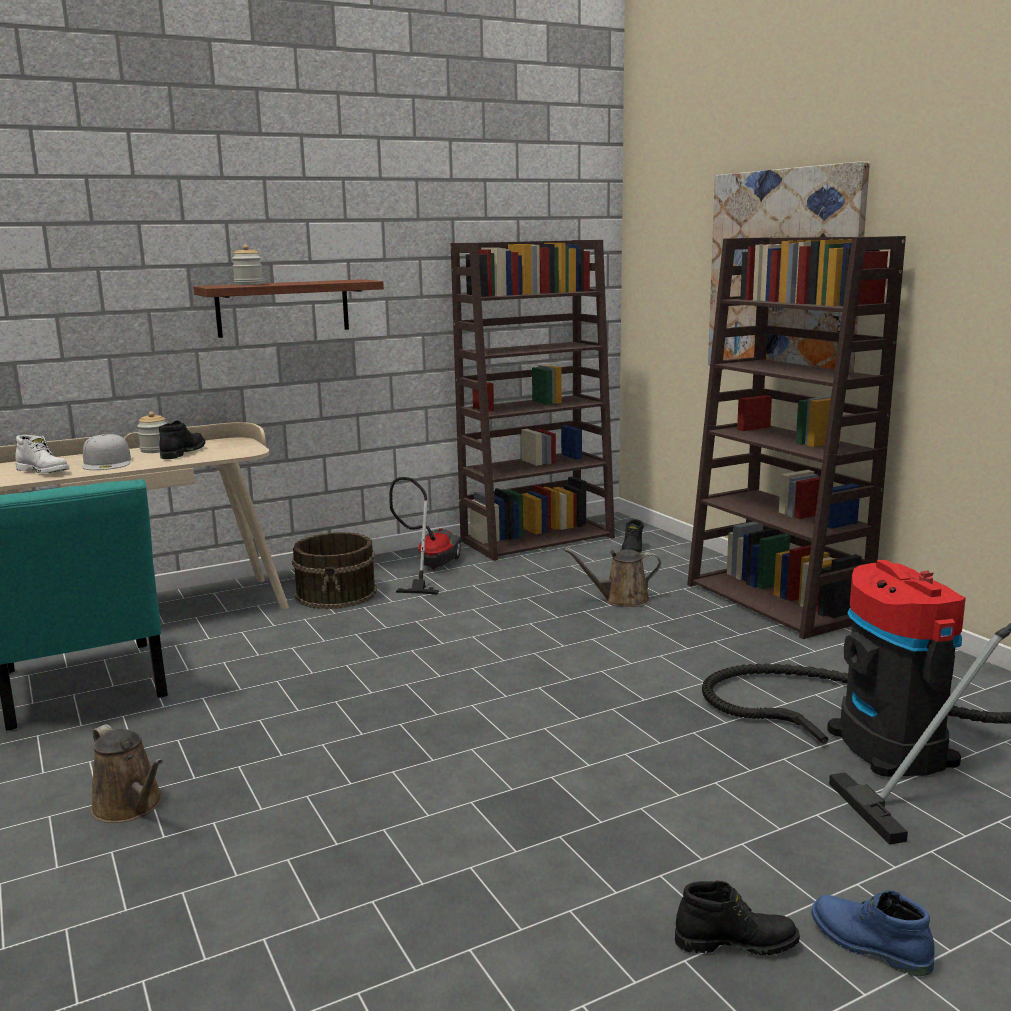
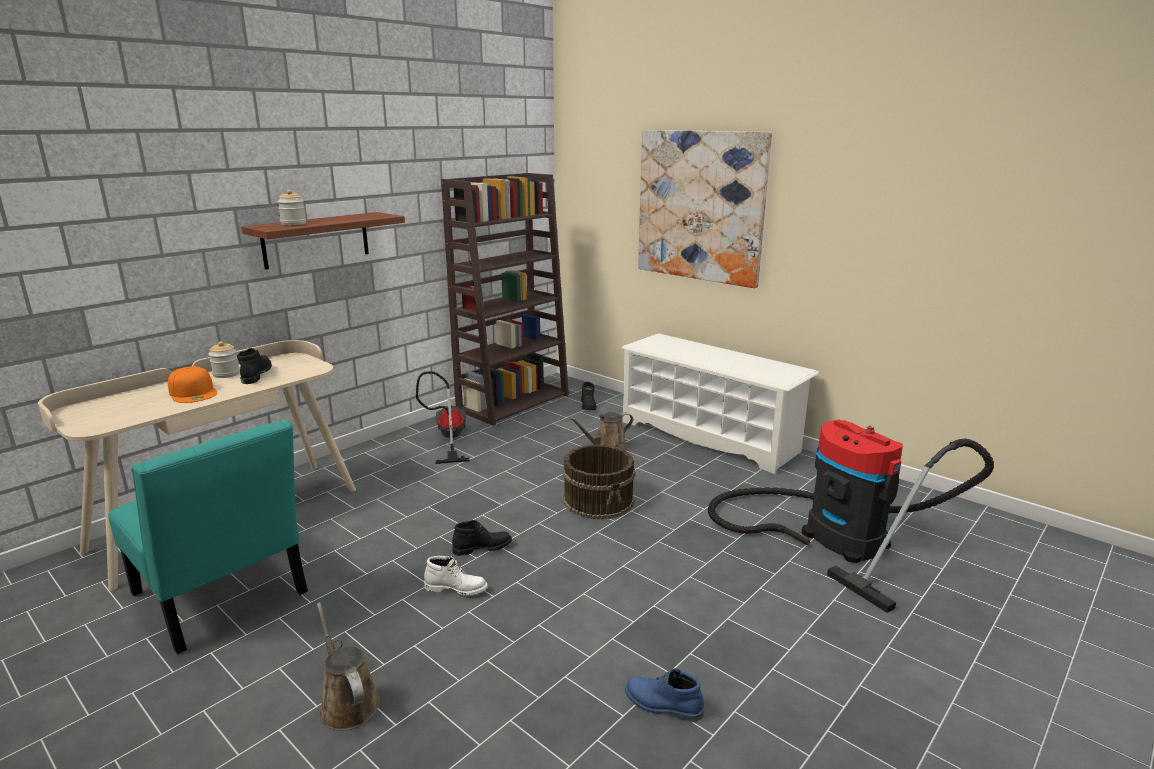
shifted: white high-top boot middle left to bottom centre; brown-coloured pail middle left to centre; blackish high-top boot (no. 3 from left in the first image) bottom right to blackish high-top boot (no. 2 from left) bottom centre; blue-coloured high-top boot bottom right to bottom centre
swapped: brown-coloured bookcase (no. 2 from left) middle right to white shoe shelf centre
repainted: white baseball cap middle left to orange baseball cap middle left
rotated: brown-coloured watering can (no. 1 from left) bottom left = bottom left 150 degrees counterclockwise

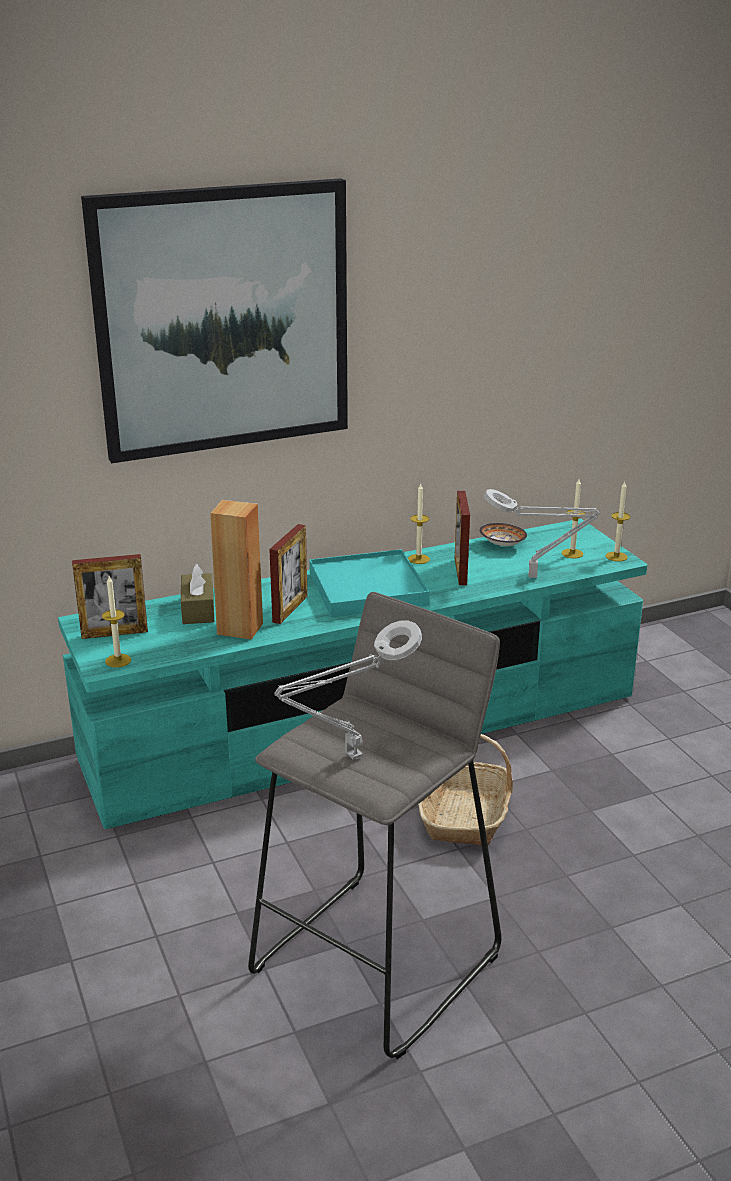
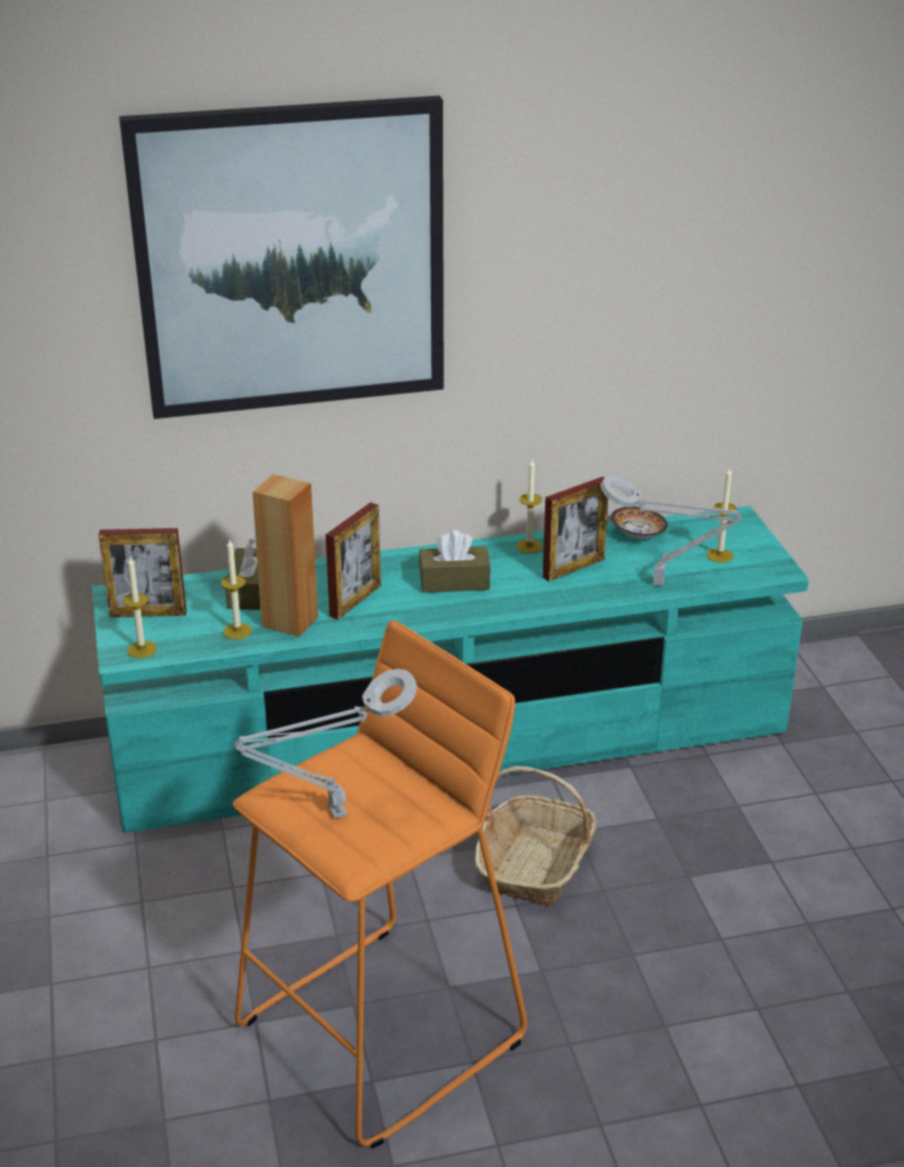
shifted: wax candle (no. 4 from left in the first image) middle right to wax candle (no. 2 from left) middle left
swapped: blue-green tray centre to brown-coloured tissue holder (no. 2 from left) centre
repainted: grey stool seat bottom centre to orange stool seat bottom centre
rotated: picture frame (no. 3 from left) centre = centre 135 degrees counterclockwise

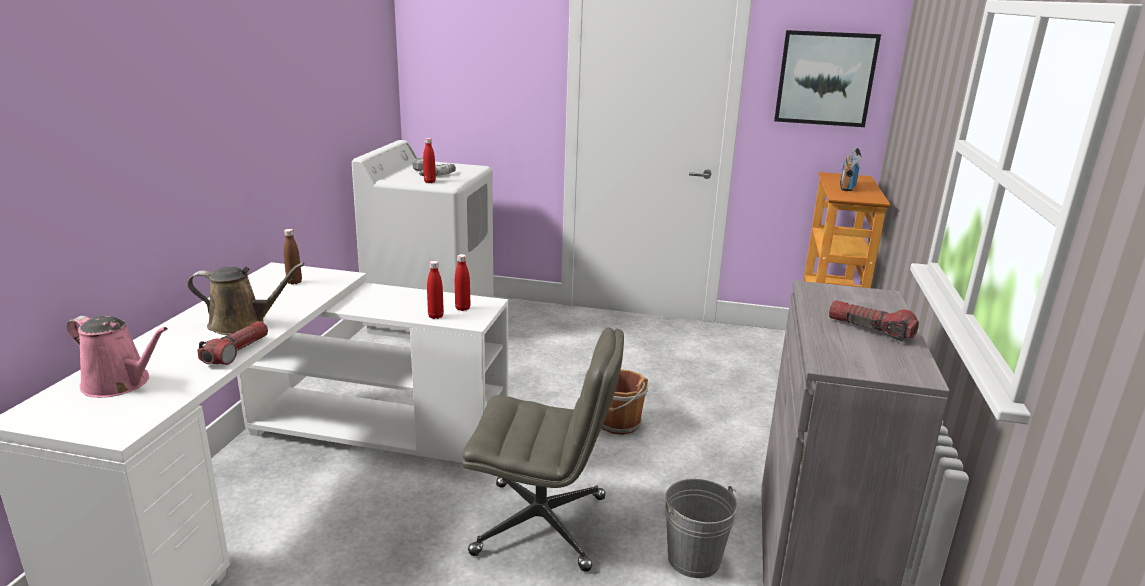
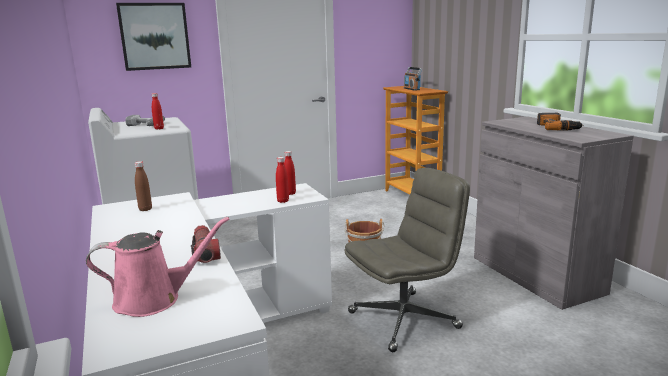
gone: brown-coloured watering can middle left; grey pail bottom centre
shifted: picture top right to top left
swapped: hand torch (no. 2 from left) middle right to power drill (no. 2 from left) top right

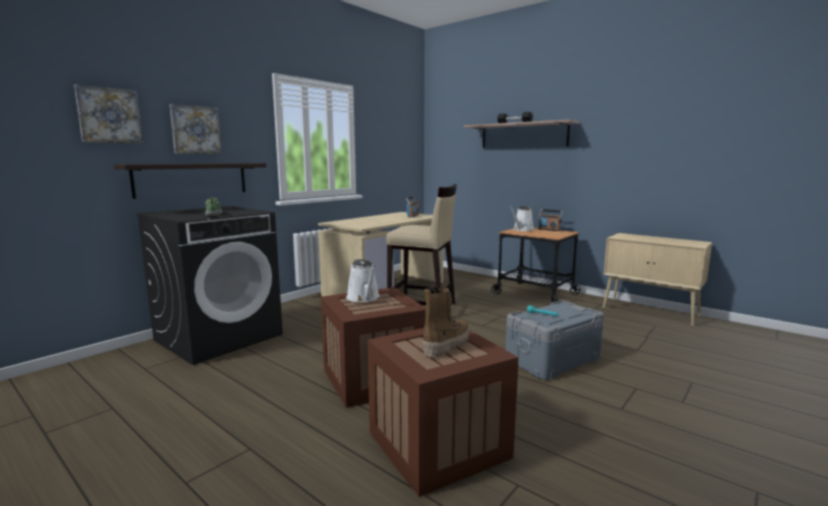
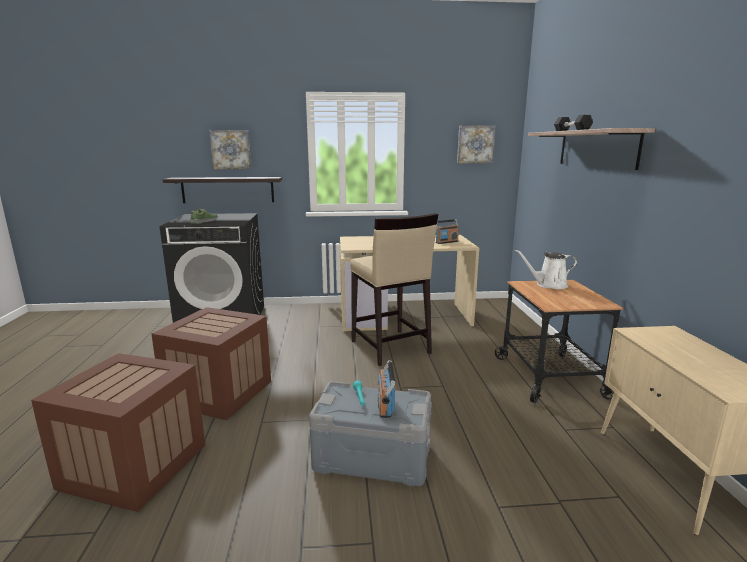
gone: white watering can (no. 1 from left) centre; high-top boot centre
shifted: picture (no. 1 from left in the first image) top left to picture (no. 2 from left) top centre; radio (no. 2 from left in the first image) centre to radio (no. 1 from left) bottom centre

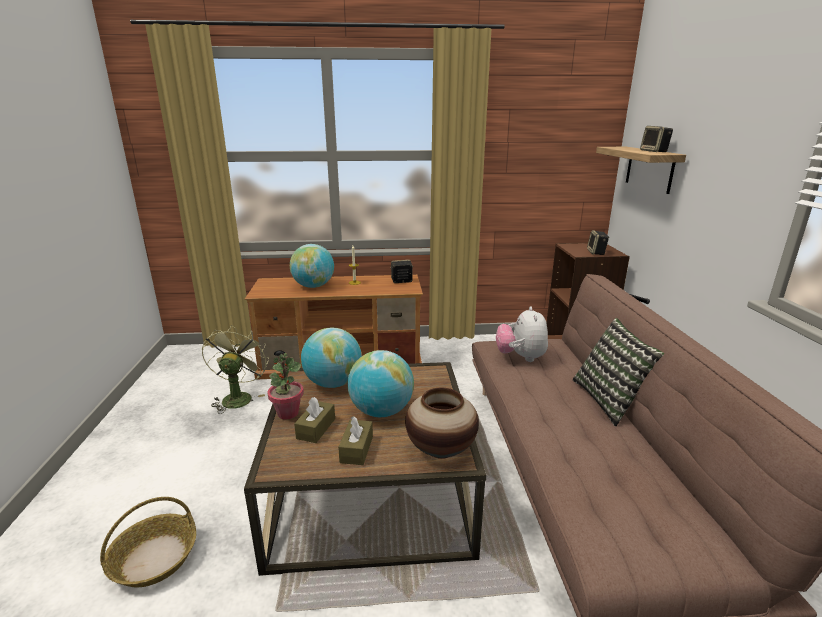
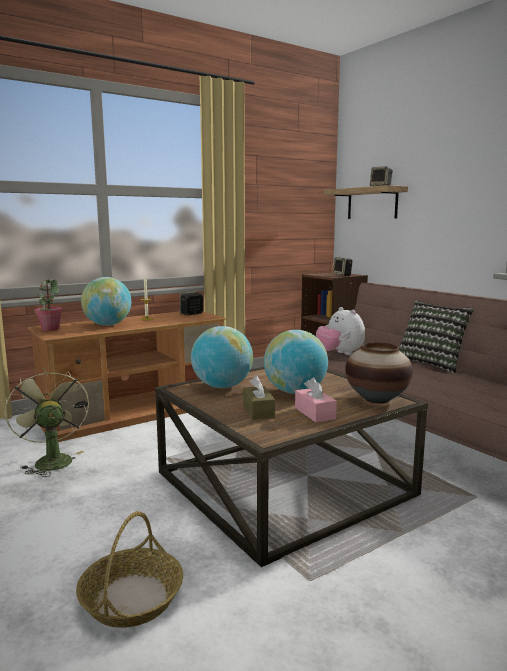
shifted: plant in a pot centre to middle left
repainted: brown-coloured tissue holder (no. 2 from left) bottom centre to pinkish tissue holder centre

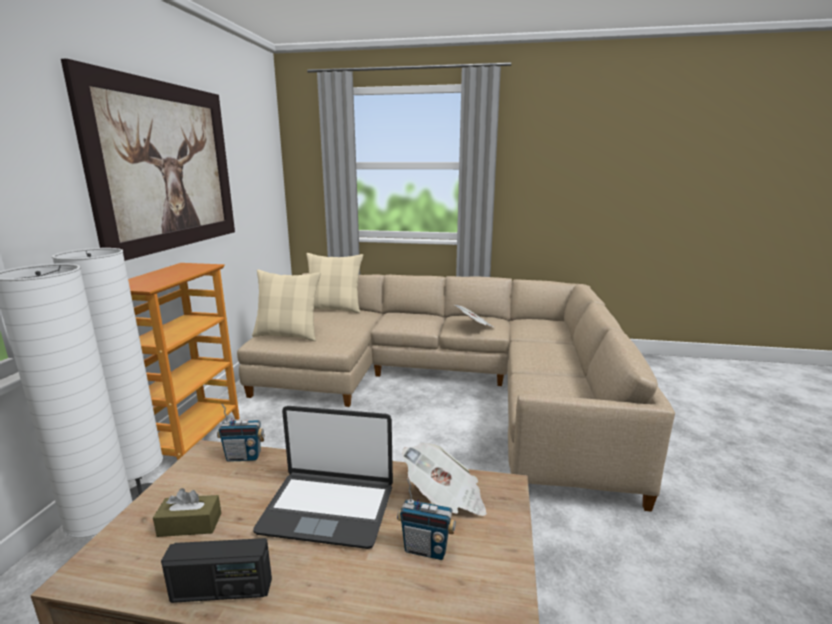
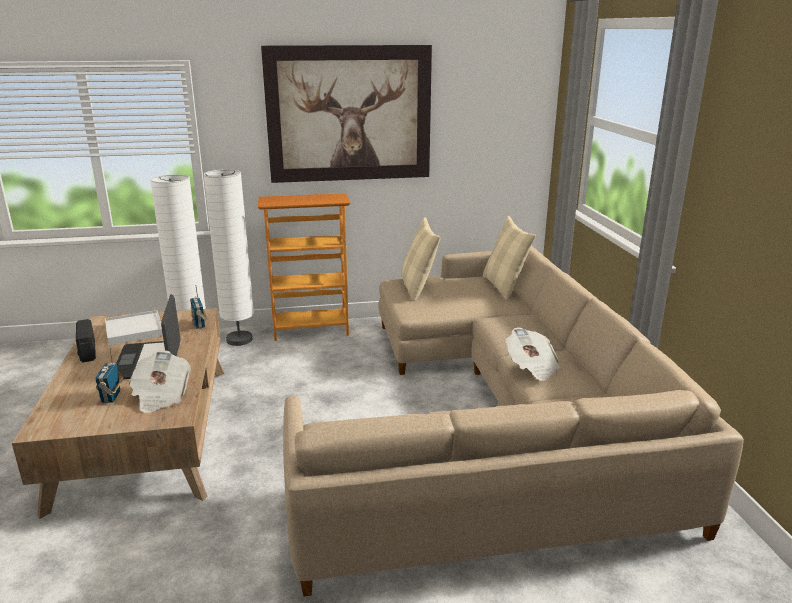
swapped: brown-coloured tissue holder bottom left to white tray middle left

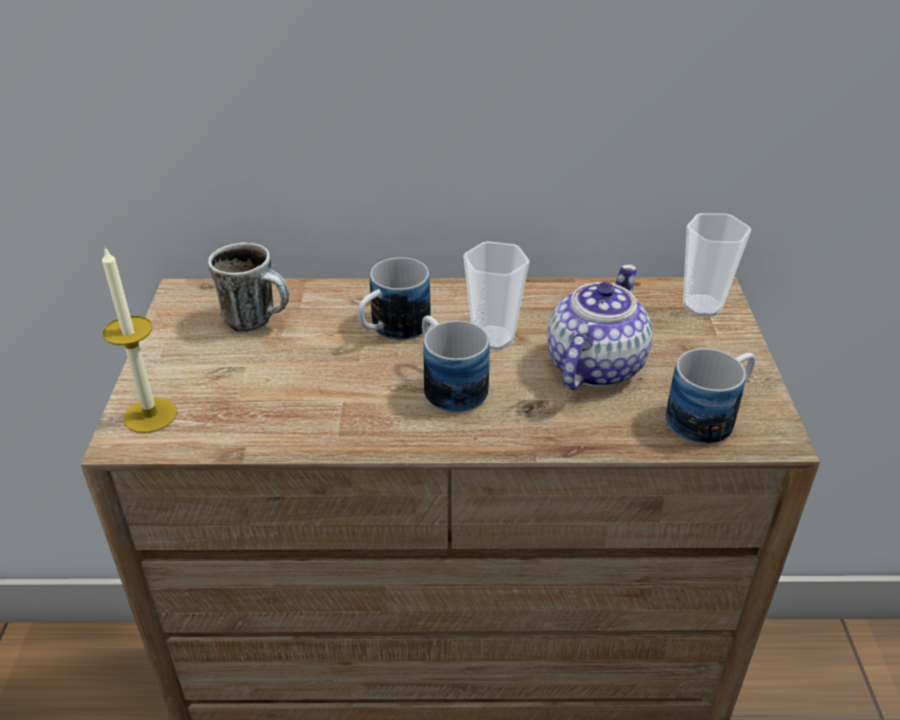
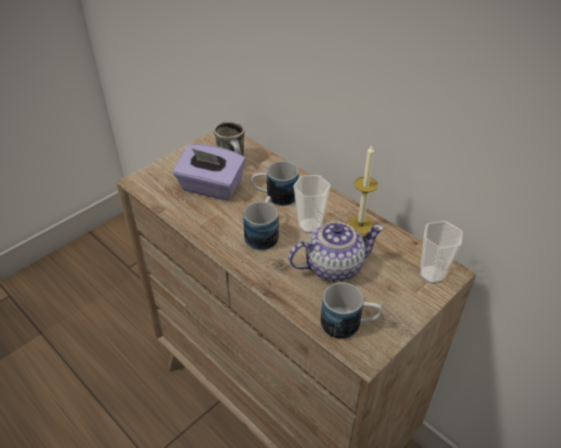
new: purple-coloured tissue holder centre
shifted: wax candle middle left to centre

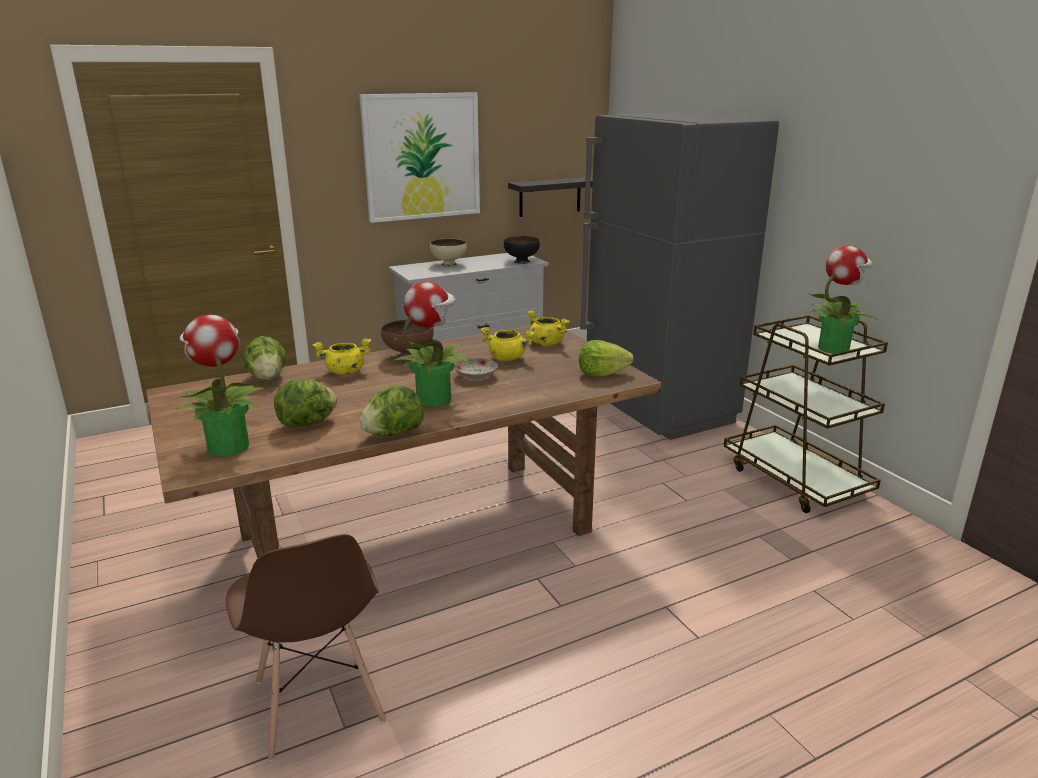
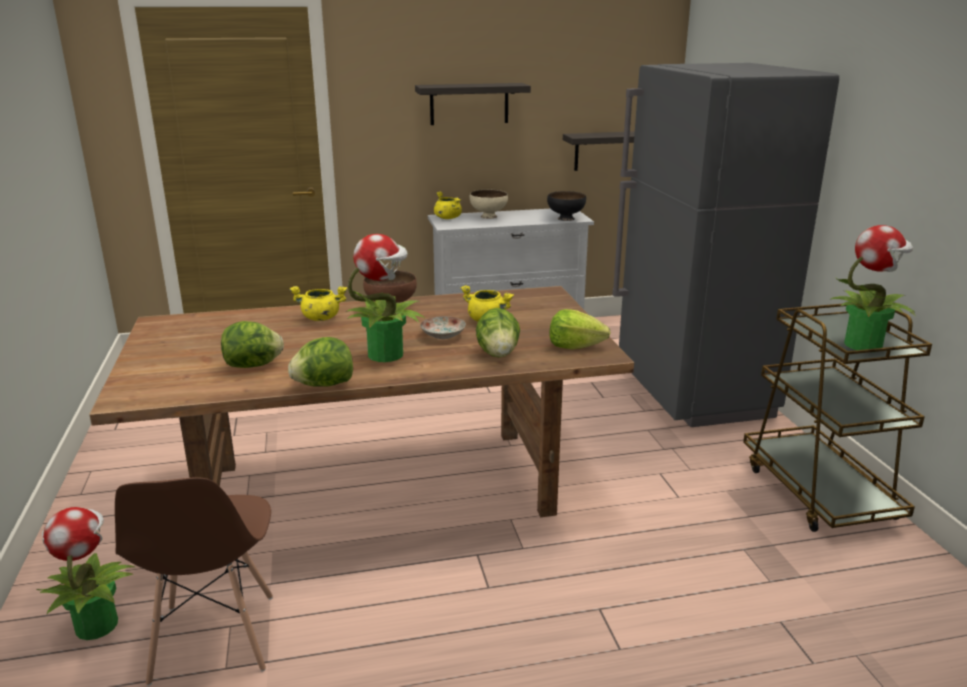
shifted: plant in a pot (no. 1 from left) middle left to bottom left; lettuce head (no. 1 from left in the first image) middle left to lettuce head (no. 3 from left) centre; yellow saucepot (no. 3 from left in the first image) centre to yellow saucepot (no. 2 from left) top centre
swapped: picture top centre to shelf (no. 1 from left) top centre

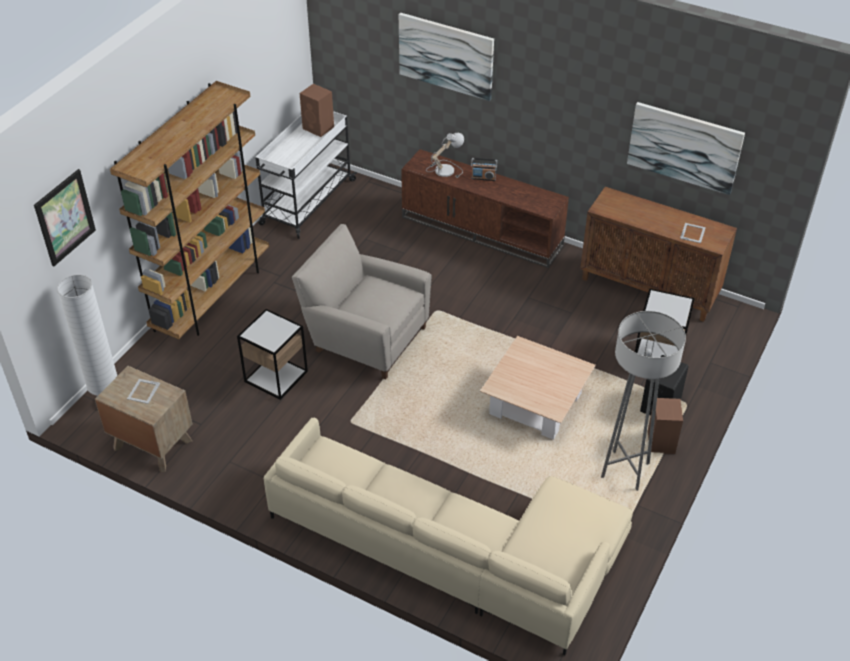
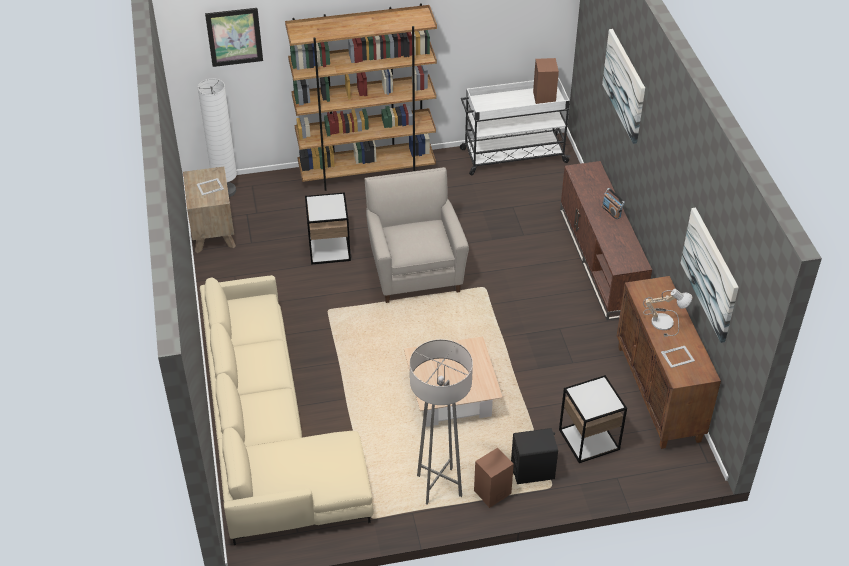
shifted: tabletop lamp top centre to middle right

